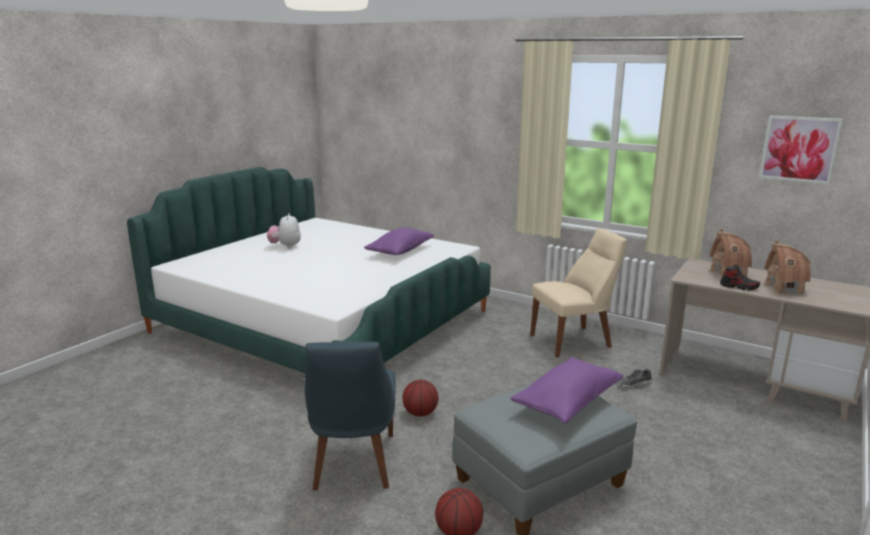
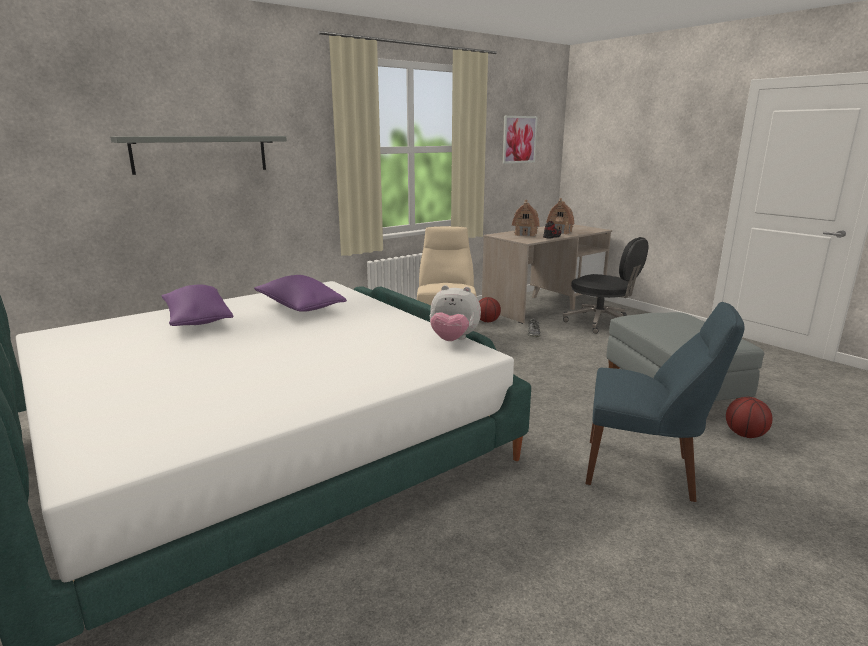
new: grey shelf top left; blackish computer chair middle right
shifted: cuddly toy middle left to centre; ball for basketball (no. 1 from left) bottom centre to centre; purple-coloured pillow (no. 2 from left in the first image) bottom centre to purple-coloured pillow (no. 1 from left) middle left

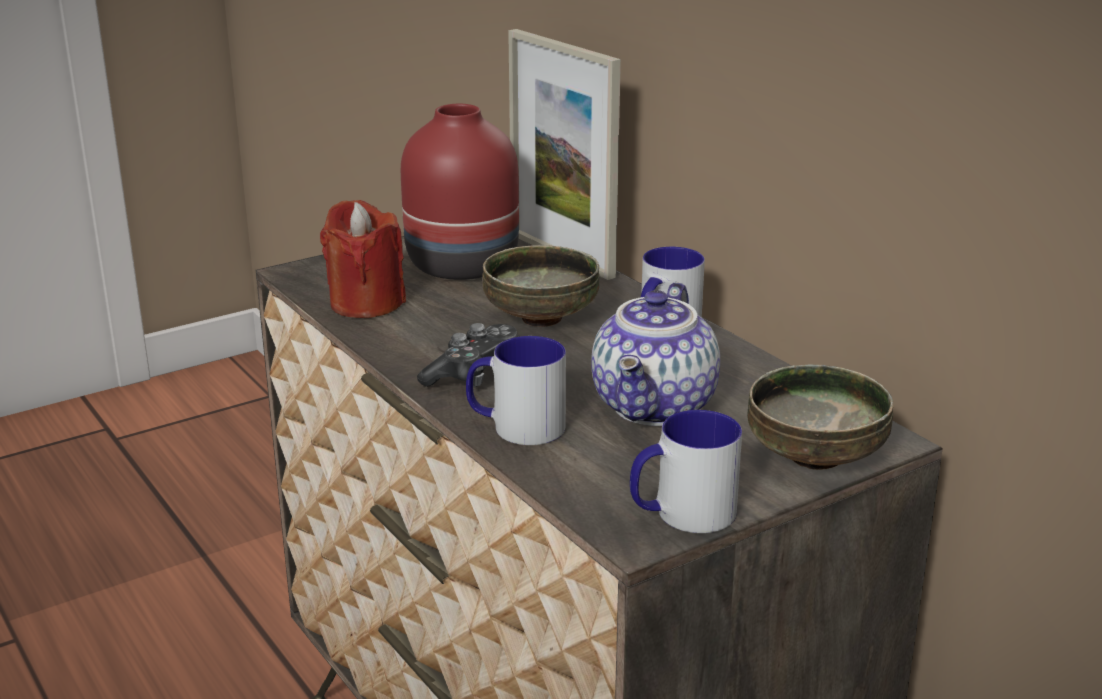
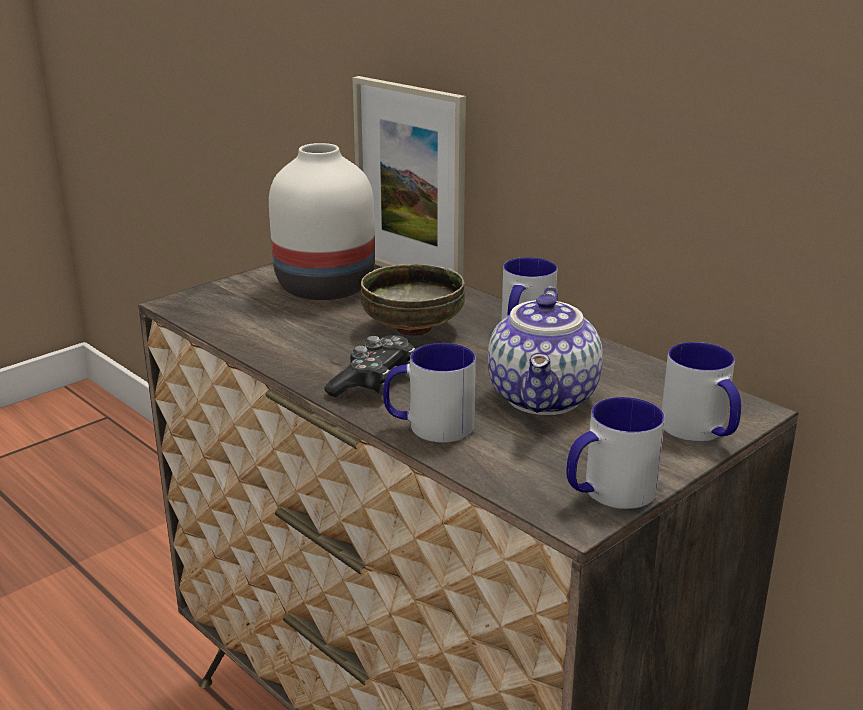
gone: reddish wax candle middle left
swapped: bowl (no. 2 from left) middle right to mug (no. 4 from left) middle right
repainted: reddish decorative vase top centre to white decorative vase top centre

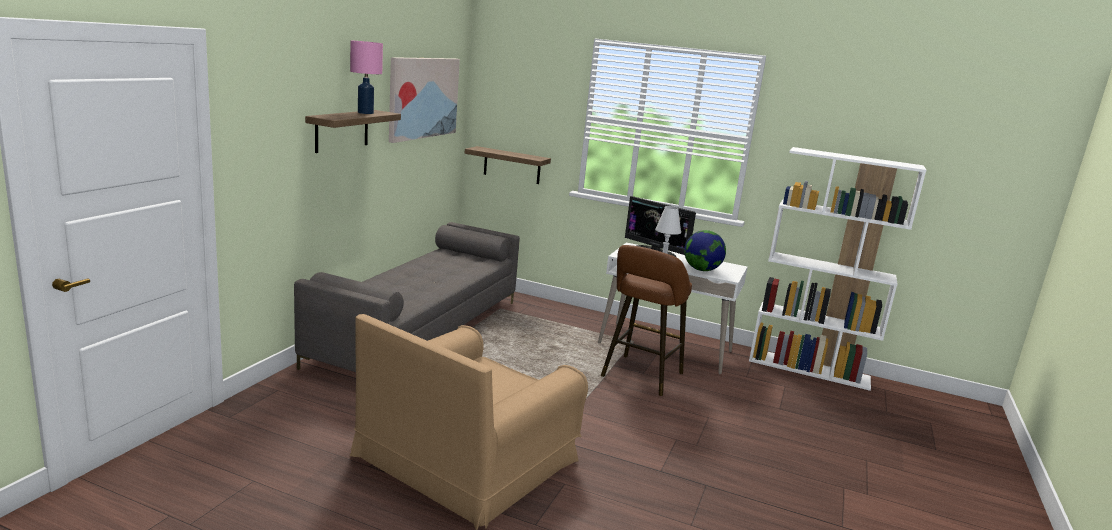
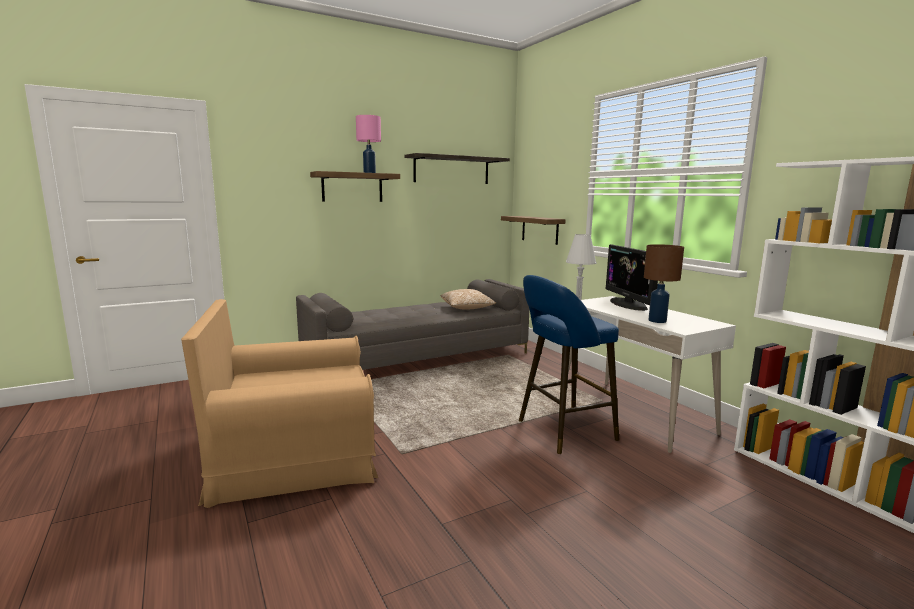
new: pillow centre
swapped: picture top centre to shelf (no. 2 from left) top centre; world globe centre to brown-coloured tabletop lamp middle right
repainted: brown-coloured stool seat centre to blue-coloured stool seat centre

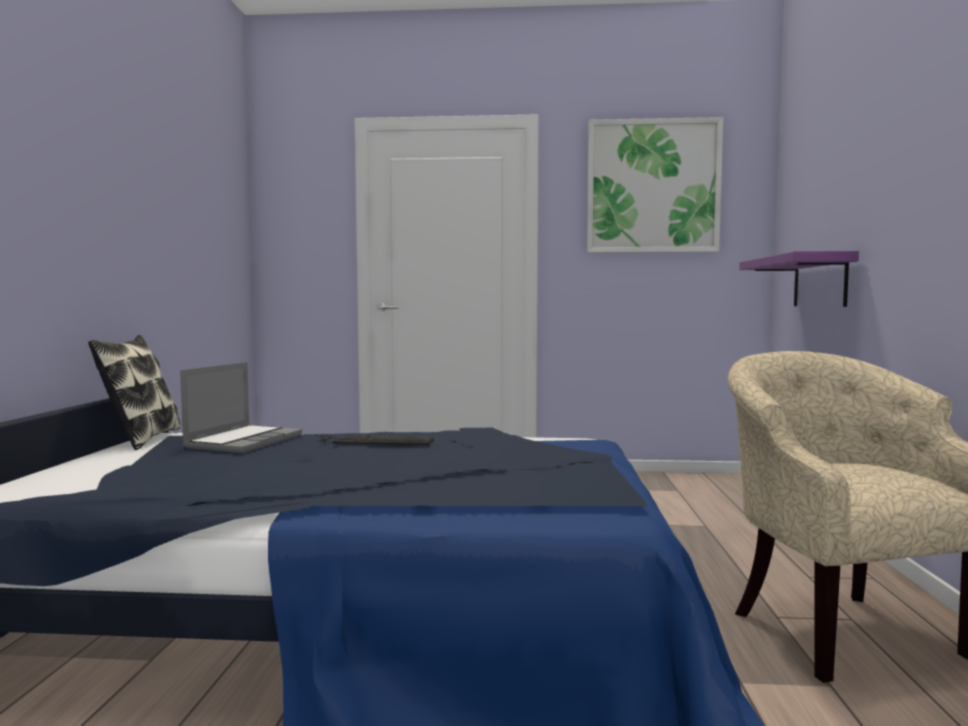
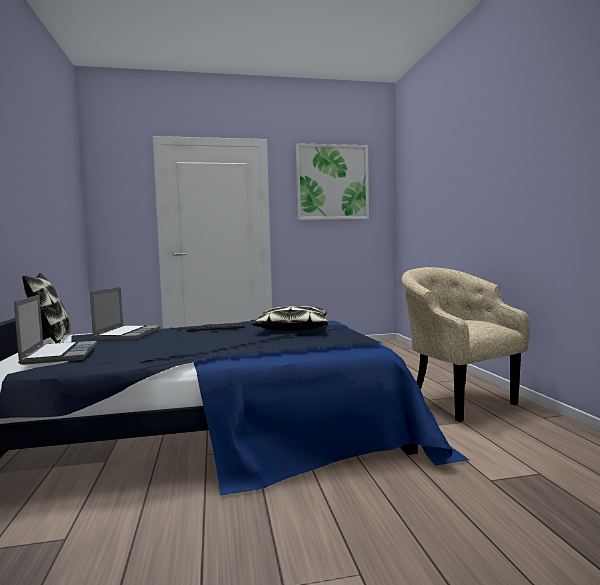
gone: purple-coloured shelf middle right
new: portable computer (no. 1 from left) middle left; pillow (no. 2 from left) centre

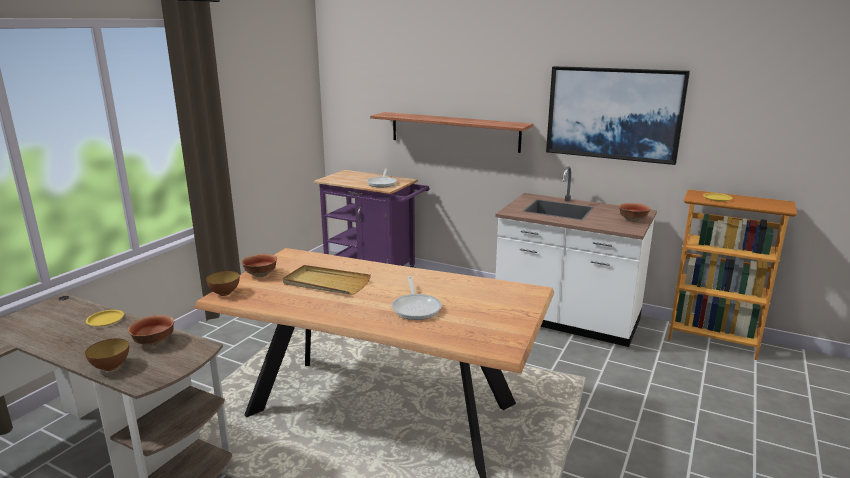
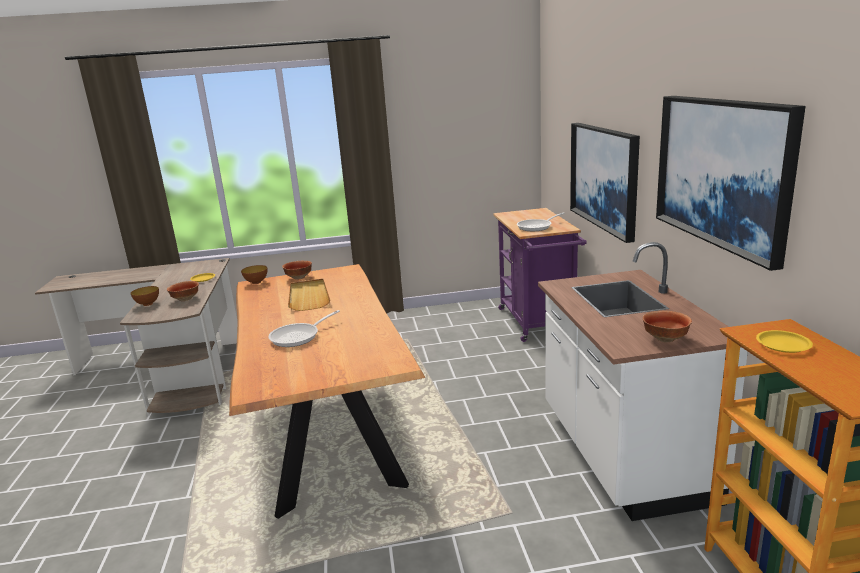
swapped: shelf top centre to picture (no. 1 from left) top right

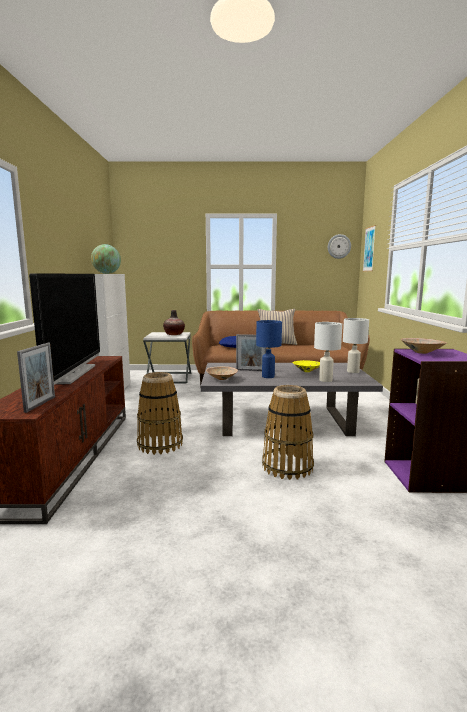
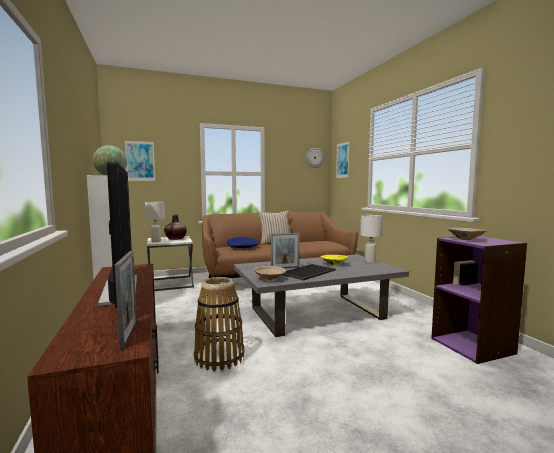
gone: storage basket (no. 2 from left) centre
new: picture (no. 1 from left) middle left
shifted: white tabletop lamp (no. 1 from left) middle right to middle left
swapped: blue-coloured tabletop lamp centre to tray centre

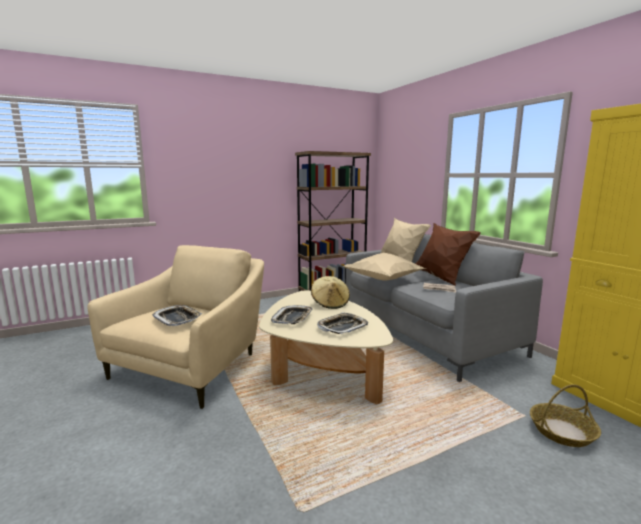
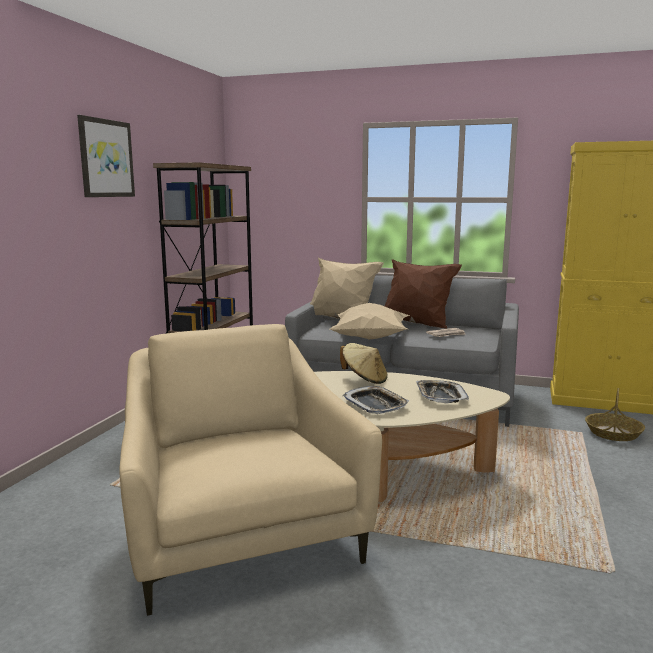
gone: tray (no. 1 from left) middle left
new: picture top left

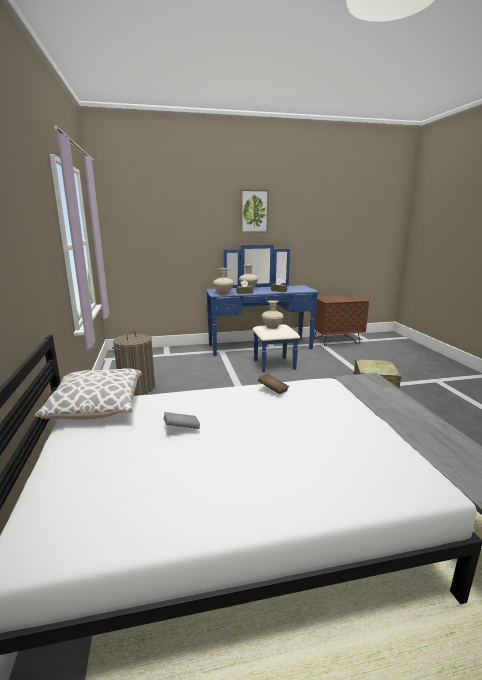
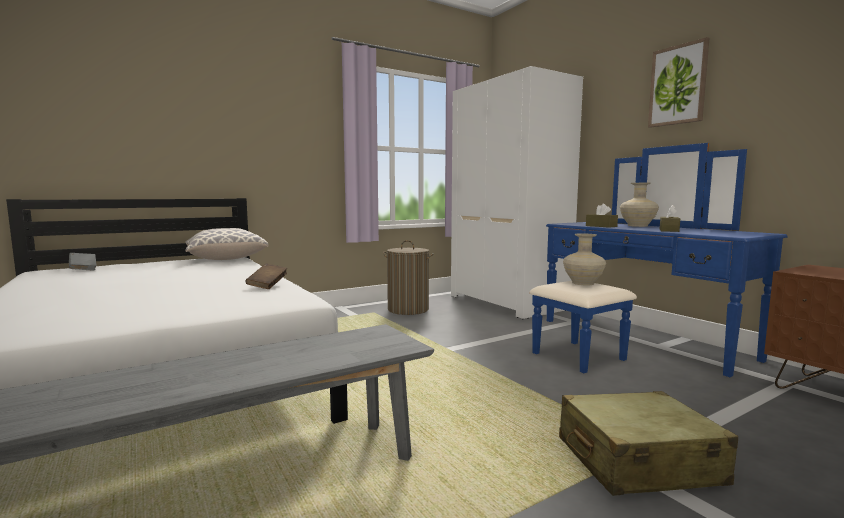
gone: beige decorative vase (no. 1 from left) centre
new: white armoire centre
shifted: grey volume centre to middle left

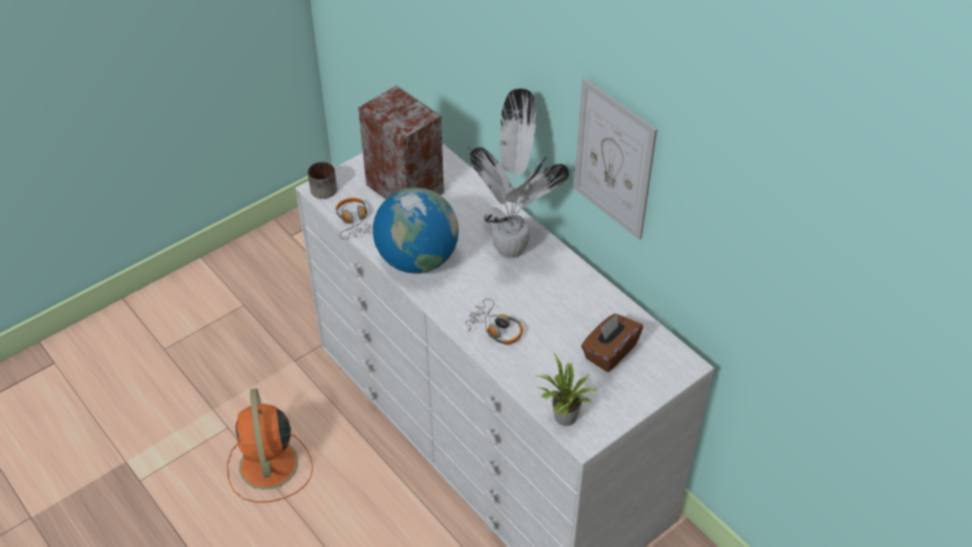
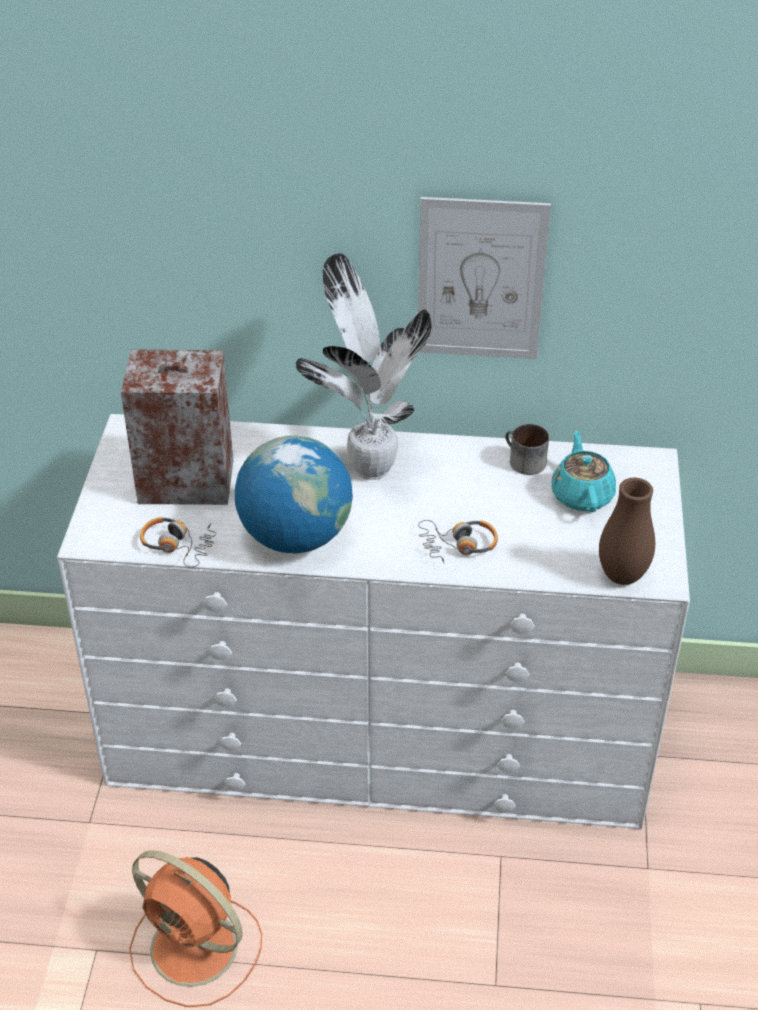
shifted: mug top left to middle right
swapped: plant in a pot (no. 2 from left) bottom centre to brown-coloured decorative vase middle right; brown-coloured tissue holder centre to blue-green teapot middle right

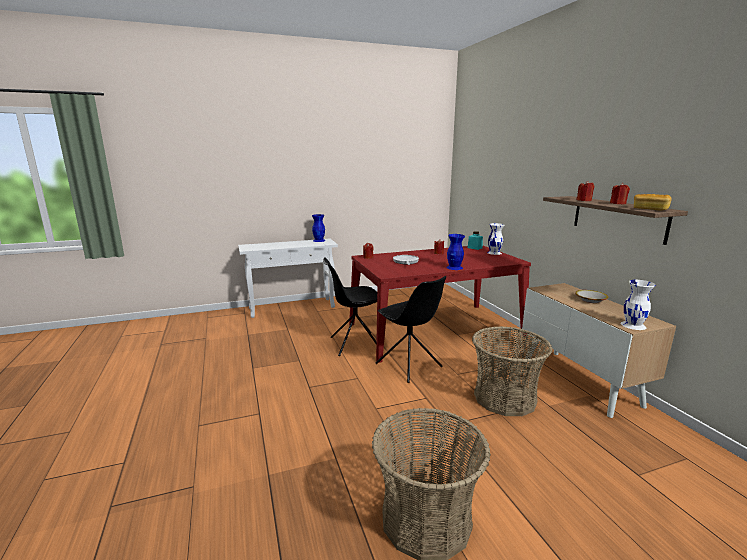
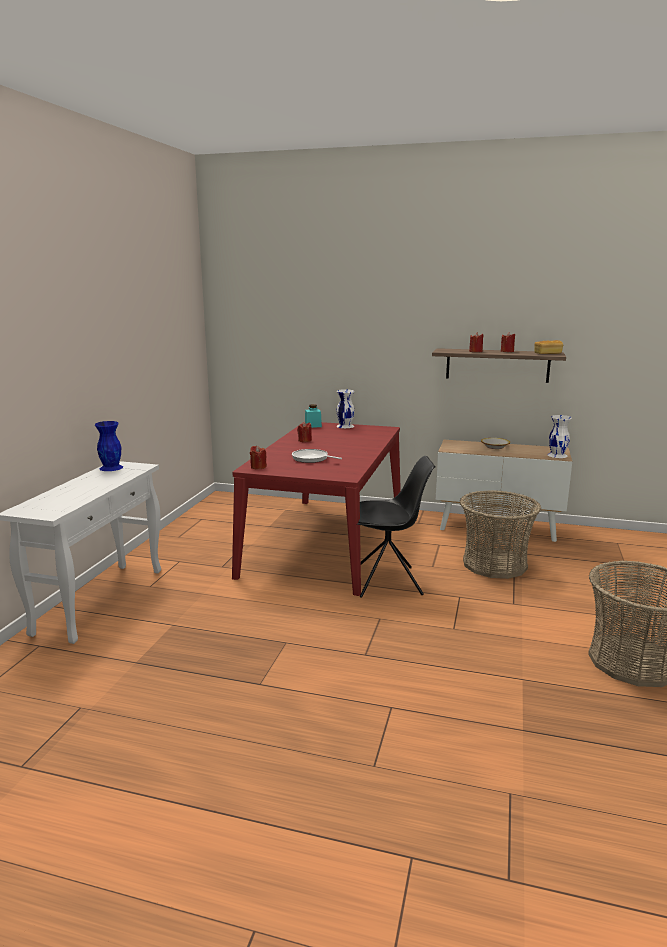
gone: blackish plain chair (no. 1 from left) centre; blue-coloured decorative vase (no. 2 from left) centre

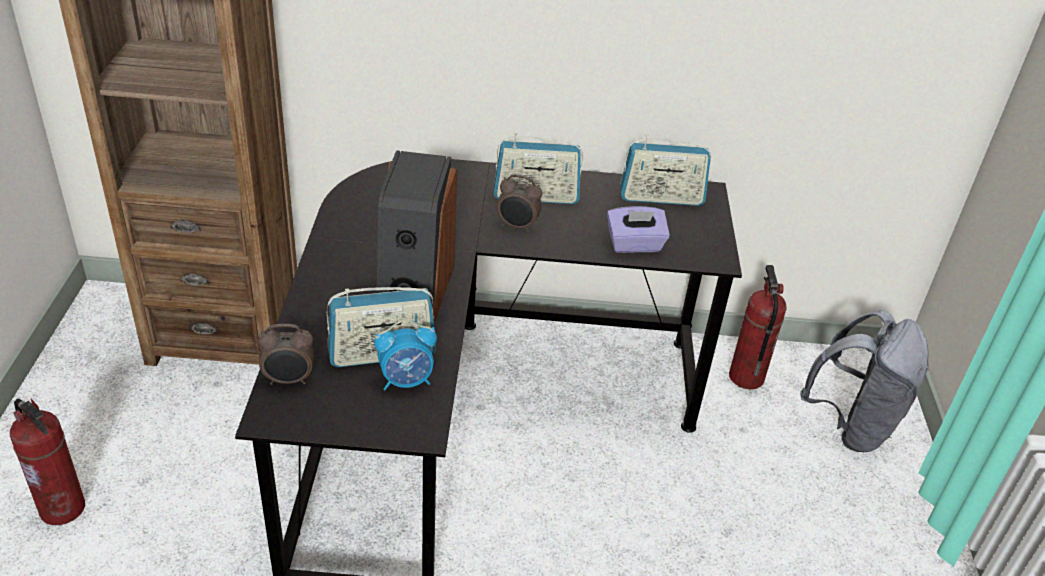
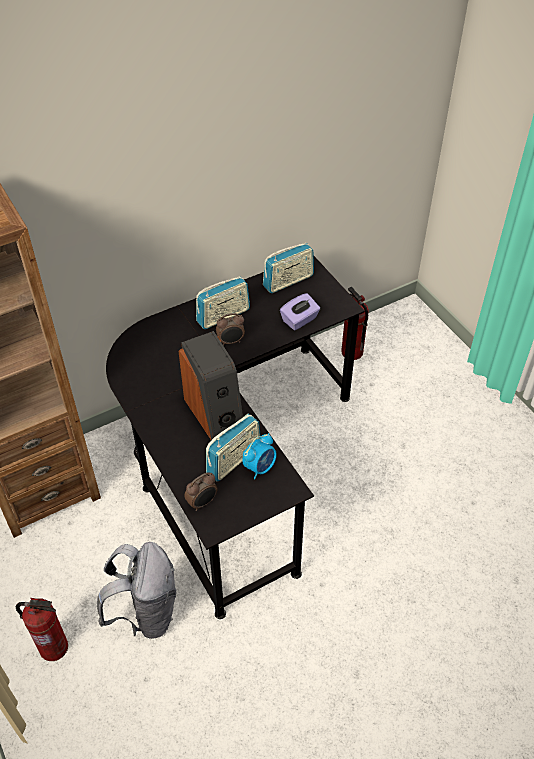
shifted: grey backpack middle right to bottom left

